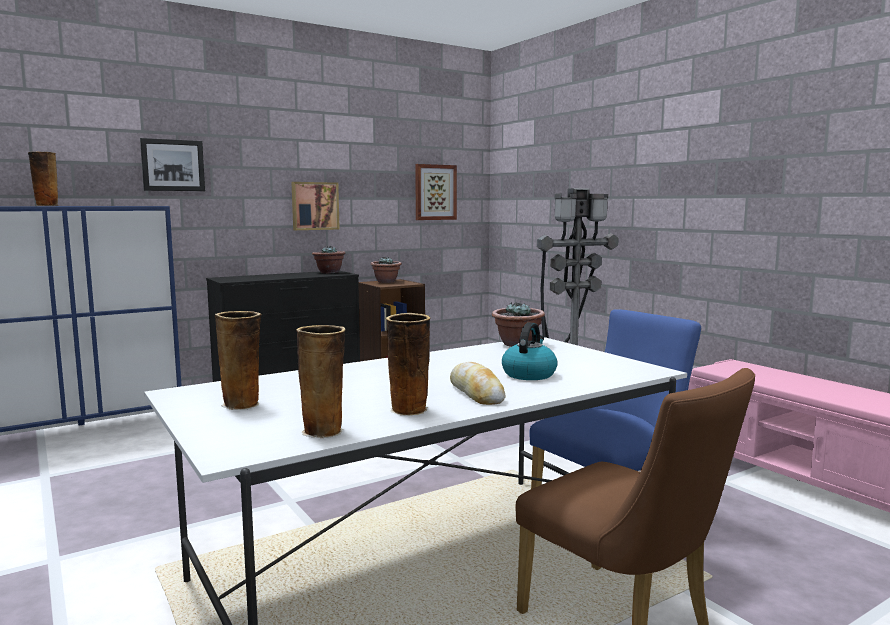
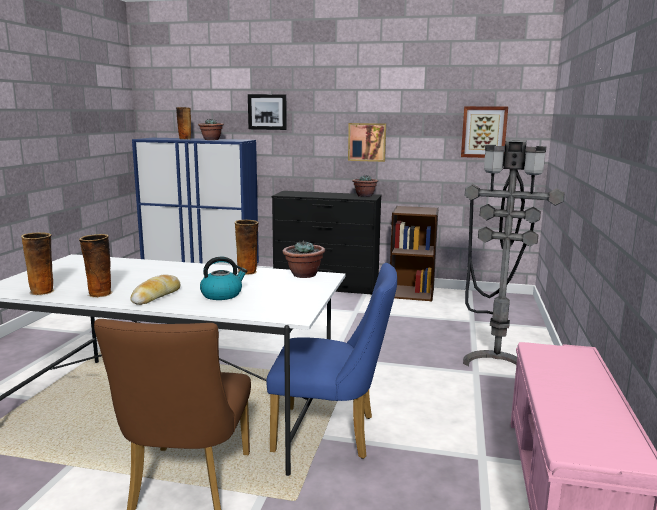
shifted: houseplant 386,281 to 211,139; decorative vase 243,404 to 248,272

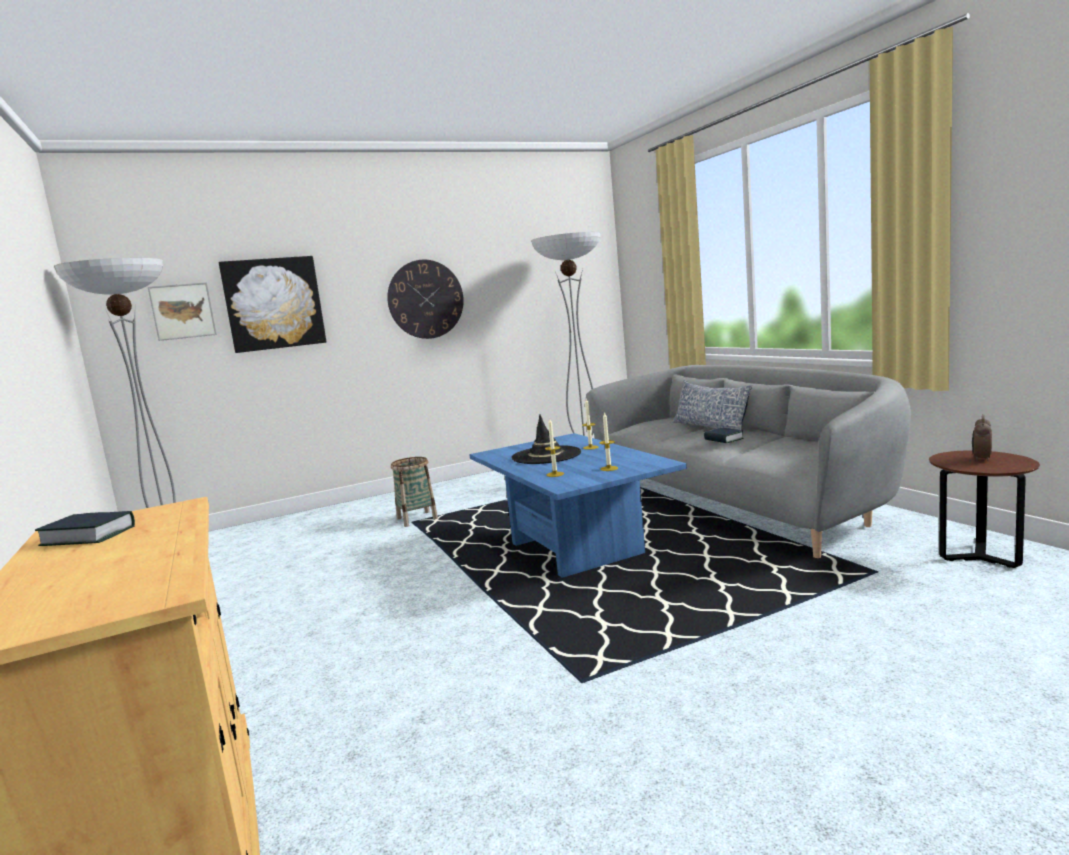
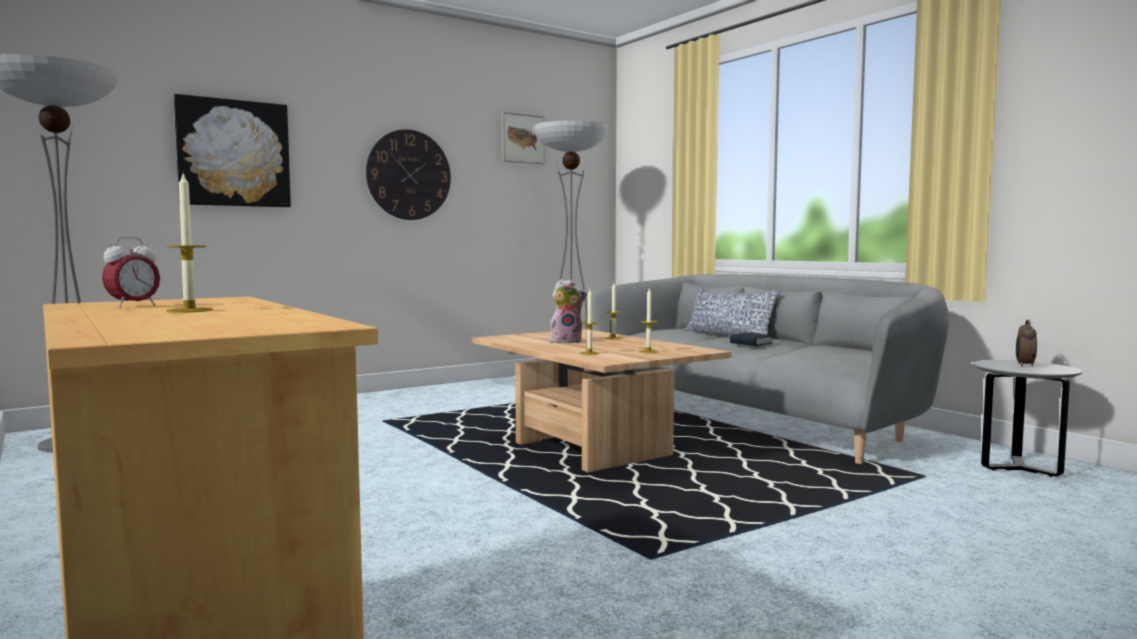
gone: household basket 417,519
new: candle 189,310
shifted: picture 183,311 to 523,138
swapped: clothing hat/black 546,455 to cuddly toy 566,341; bound book 88,536 to table clock 133,306
repainted: low table/blue-coloured 576,549 to low table/beige-coloured 592,450; end table/brownish 980,557 to end table/greyish 1020,468

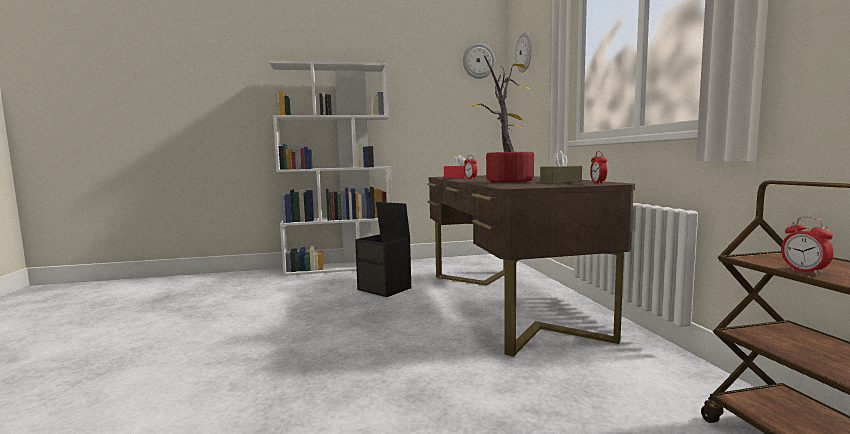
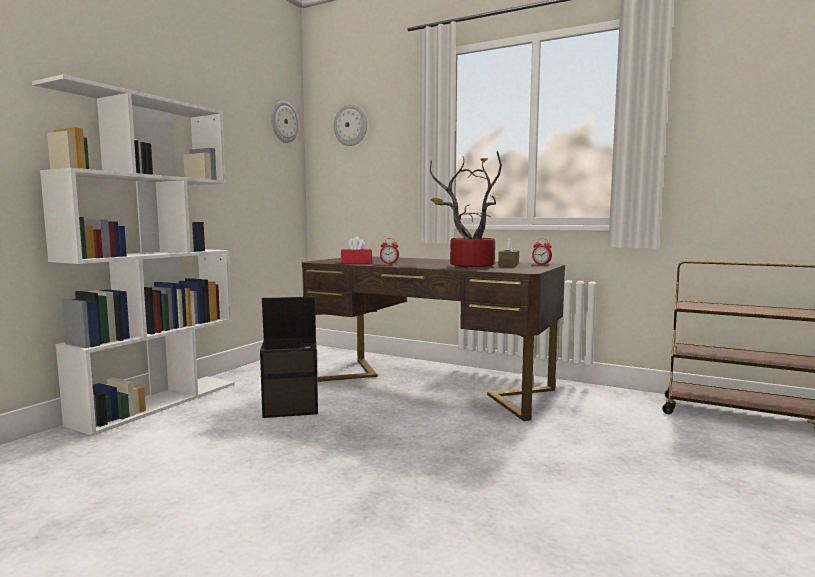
gone: table clock 804,271

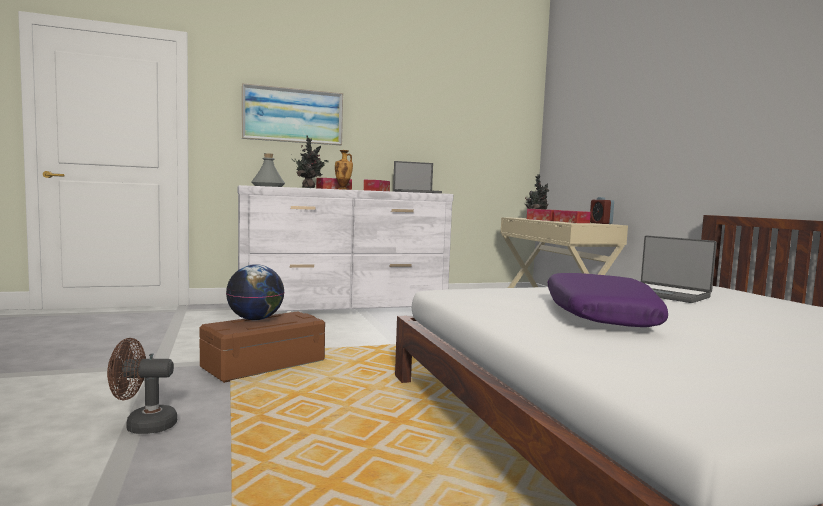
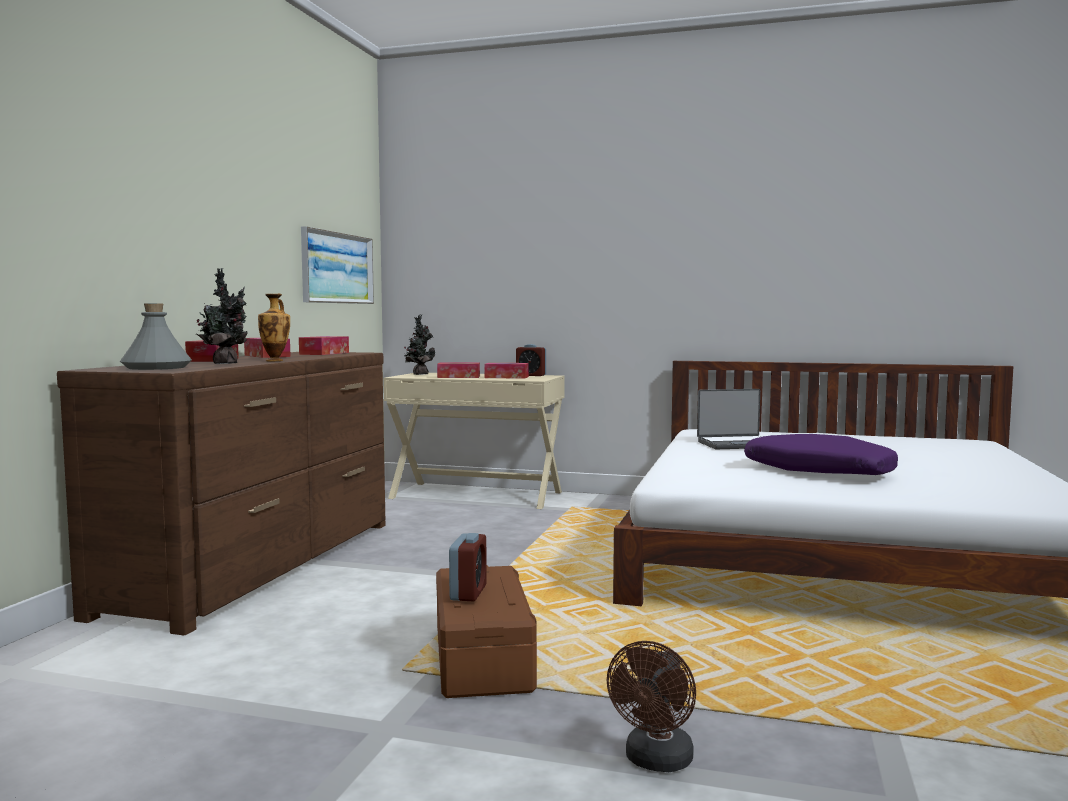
shifted: picture 293,115 to 337,268
swapped: notebook computer 417,192 to box of tissues 324,353; desk globe 255,319 to table clock 468,593
repainted: dresser/whitish 344,307 to dresser/brownish 261,564

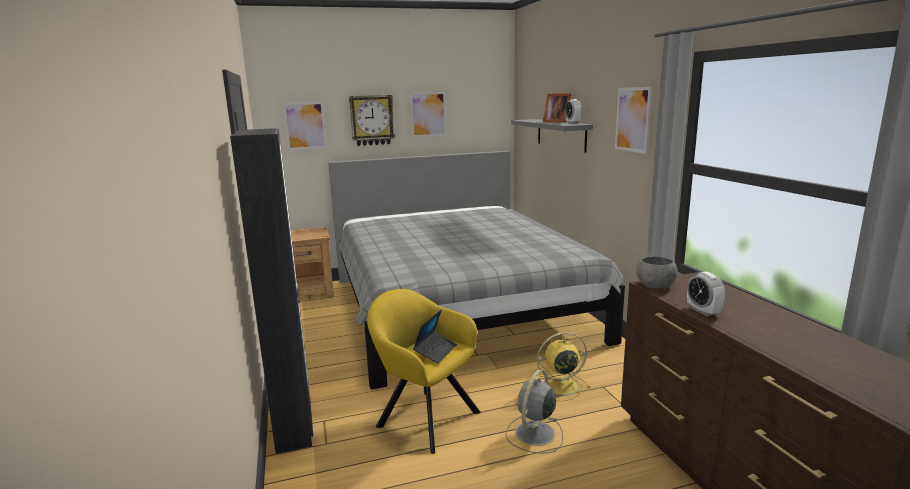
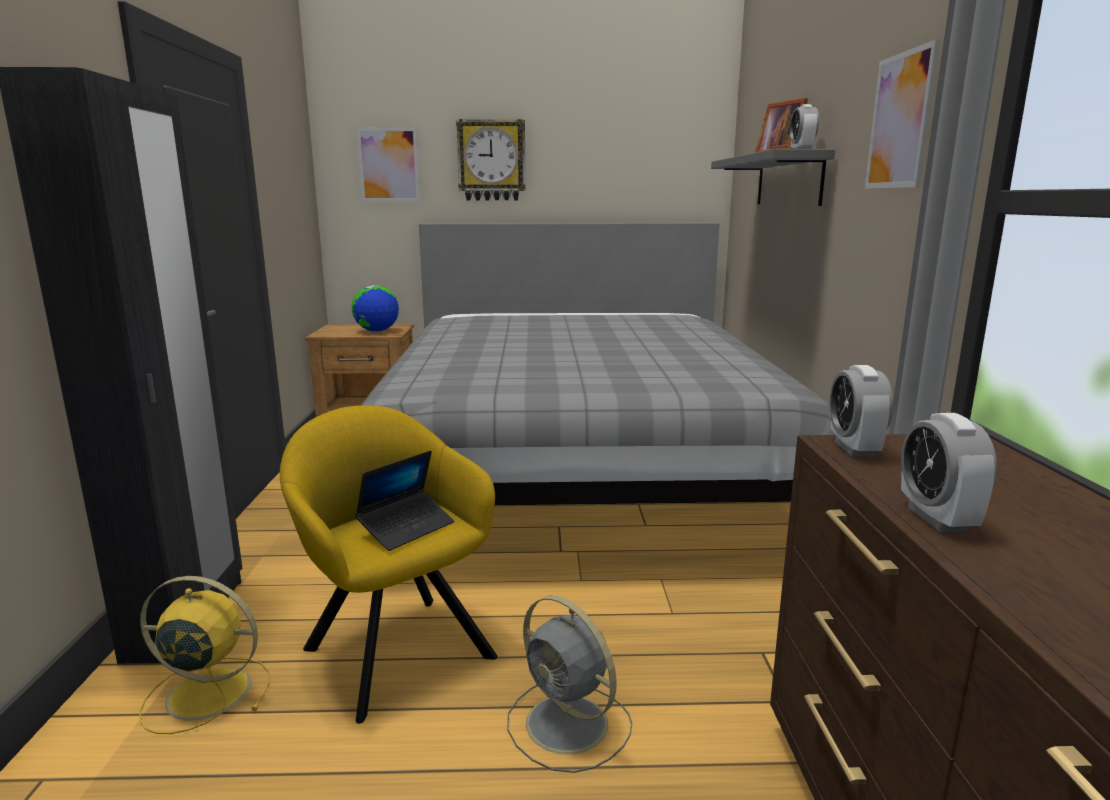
gone: picture 428,114
new: desk globe 377,331
shifted: electric fan/yellowish 559,386 to 205,693
swapped: serving bowl/greyish 655,285 to table clock 854,448
rotated: electric fan/greyish 534,434 = 569,726 90 degrees counterclockwise

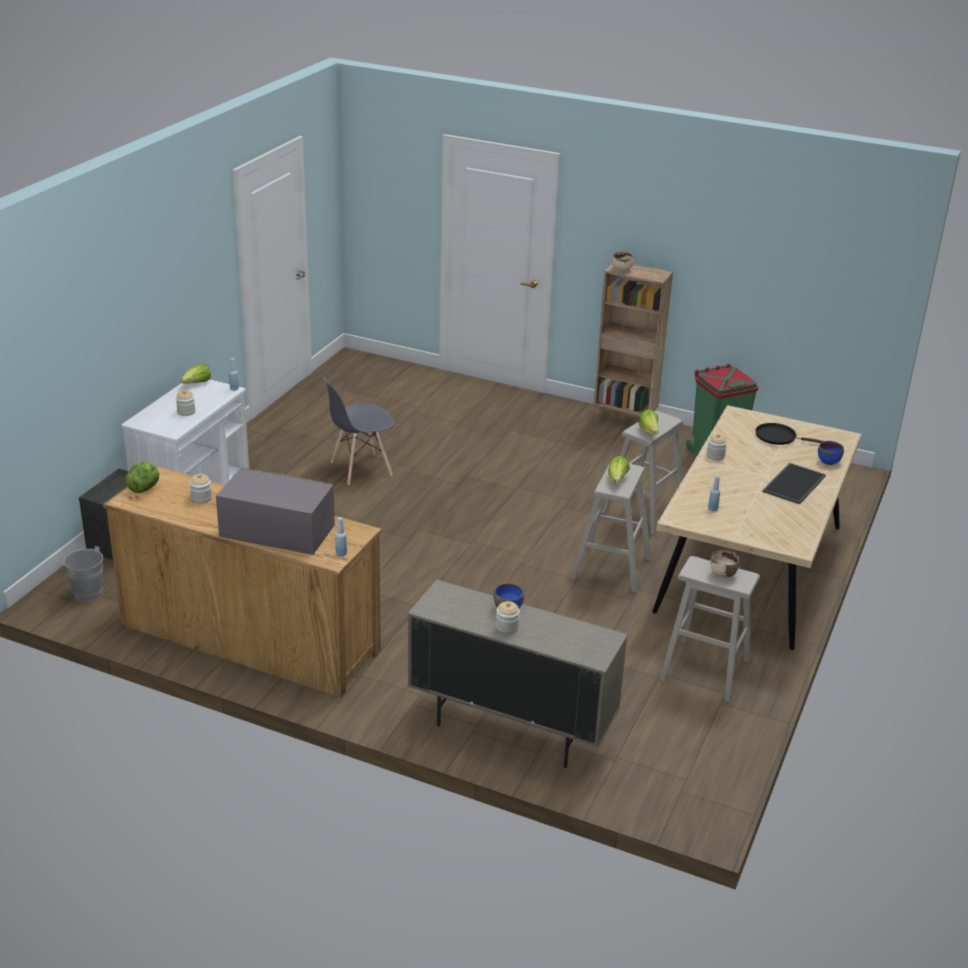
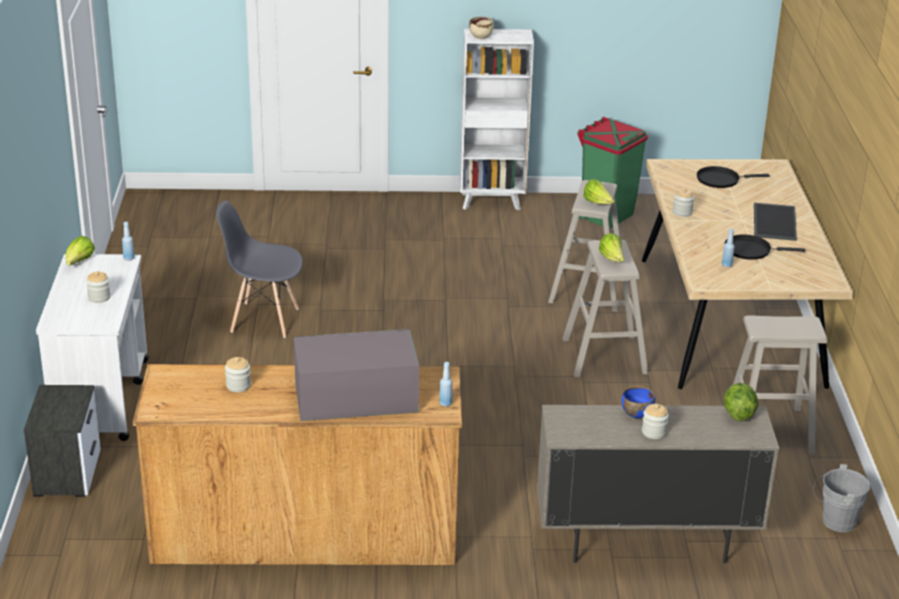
gone: serving bowl/blue-coloured 828,461; serving bowl/beige-coloured 723,573
new: skillet/black 751,250
shifted: lettuce head 144,488 to 738,414; water bucket/greyish 85,592 to 835,521
repainted: bookcase/brownish 624,420 to bookcase/whitish 492,201
rotated: plain chair/greyish 360,469 = 264,320 60 degrees clockwise

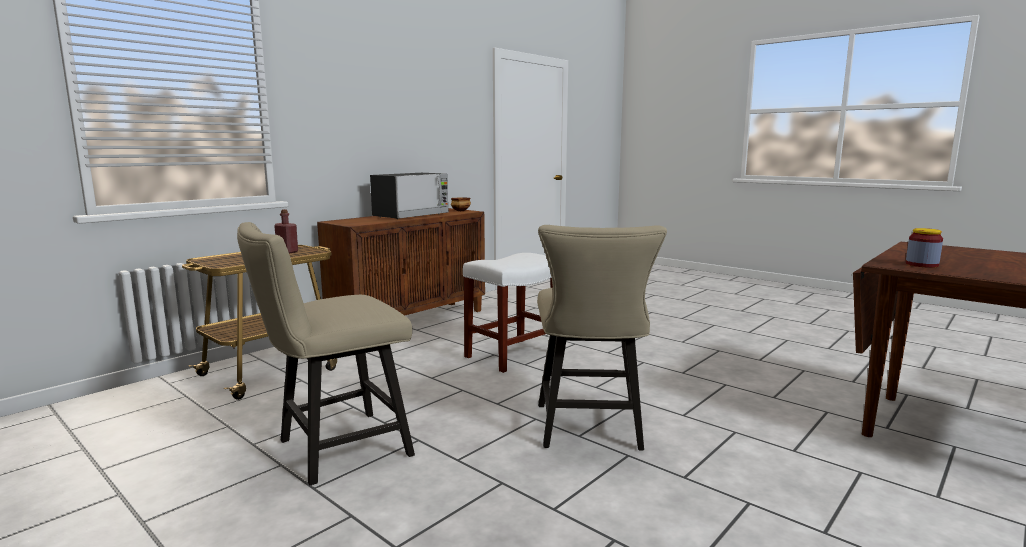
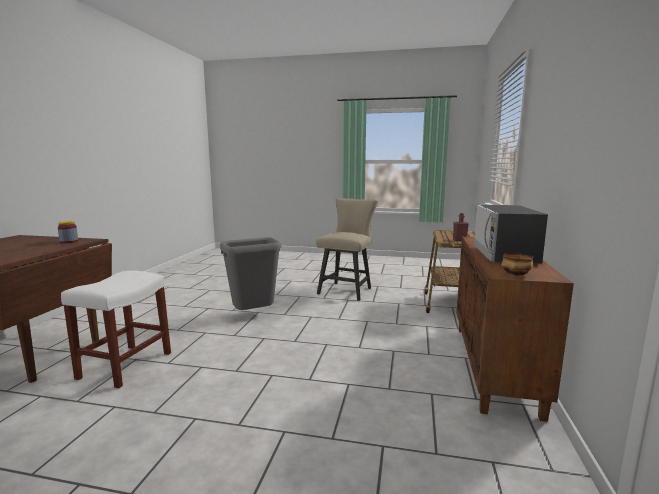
shifted: stool/whitish 513,354 to 125,366
swapped: plain chair/beige-coloured 590,430 to trash can/greyish 254,315

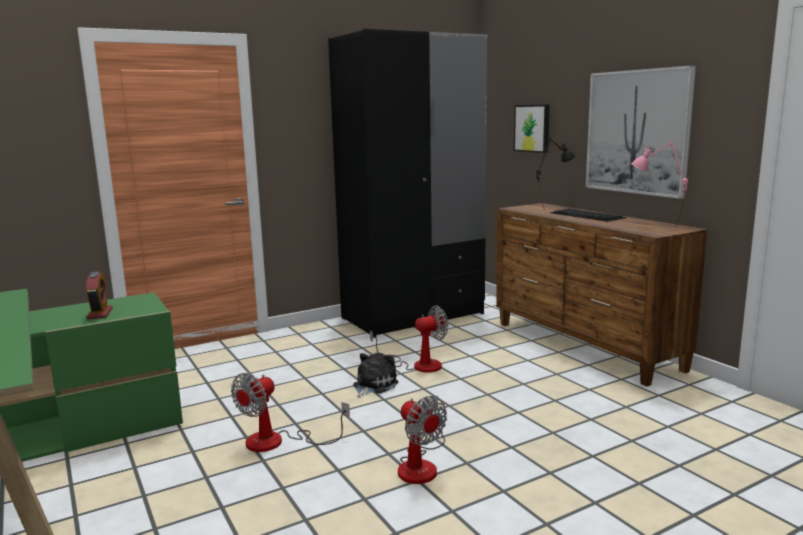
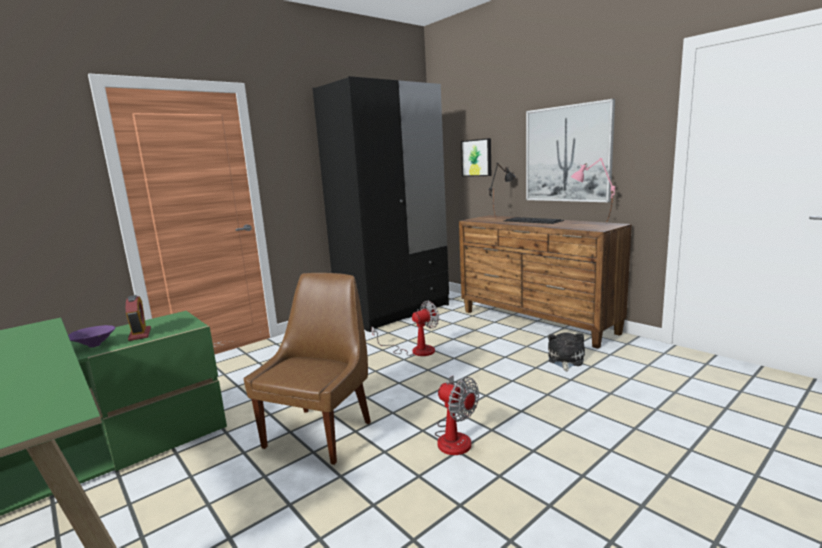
new: serving bowl/purplish 93,346
shifted: cuddly toy 373,385 to 565,360
swapped: electric fan 278,442 to plain chair/brownish 321,432

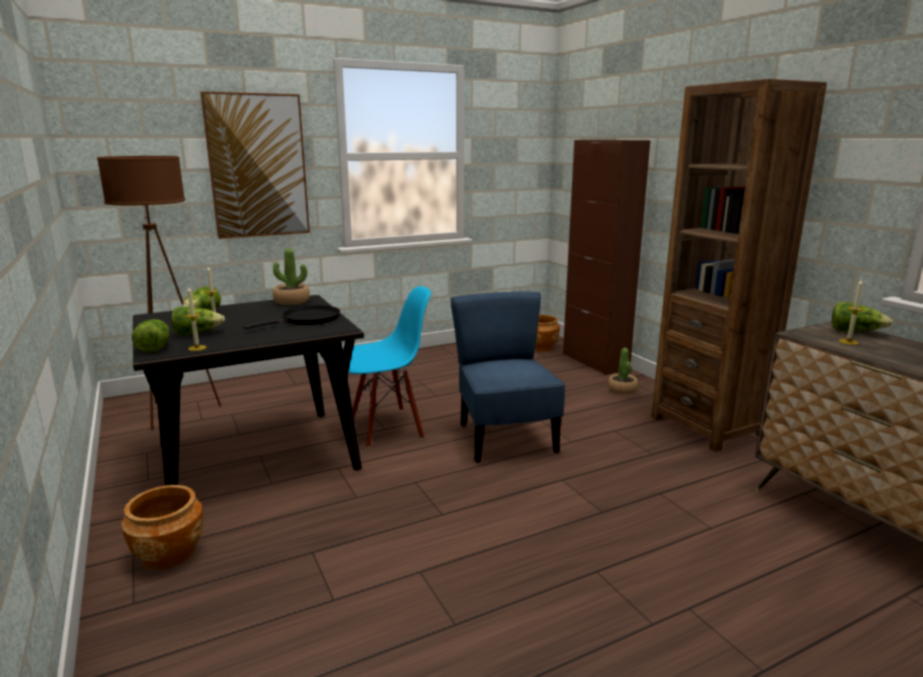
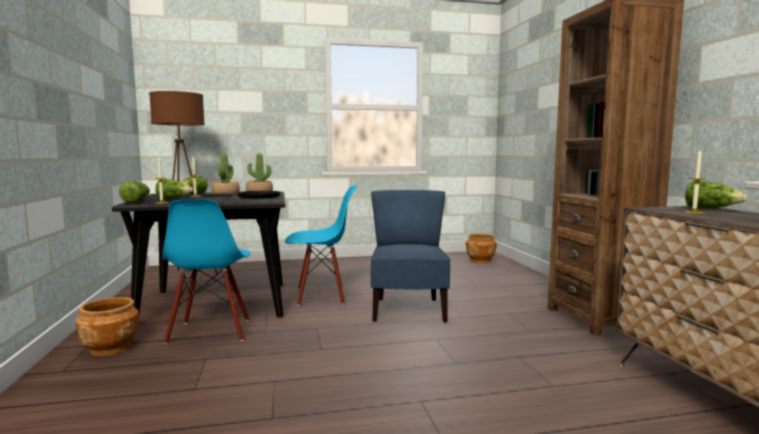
gone: picture 258,166; storage cabinet/brownish 595,361
new: plain chair/blue-coloured 210,331
shifted: houseplant 622,389 to 225,194

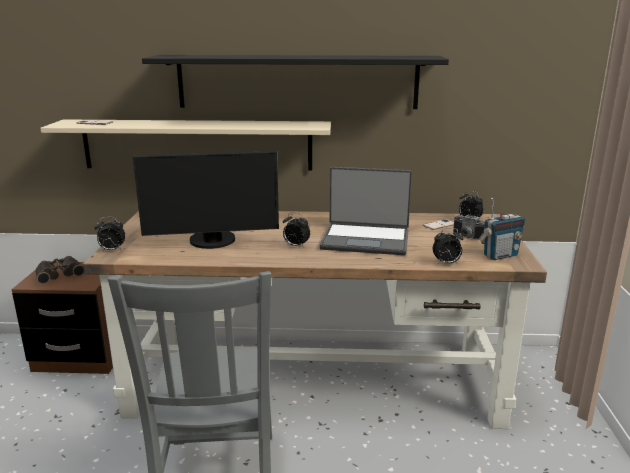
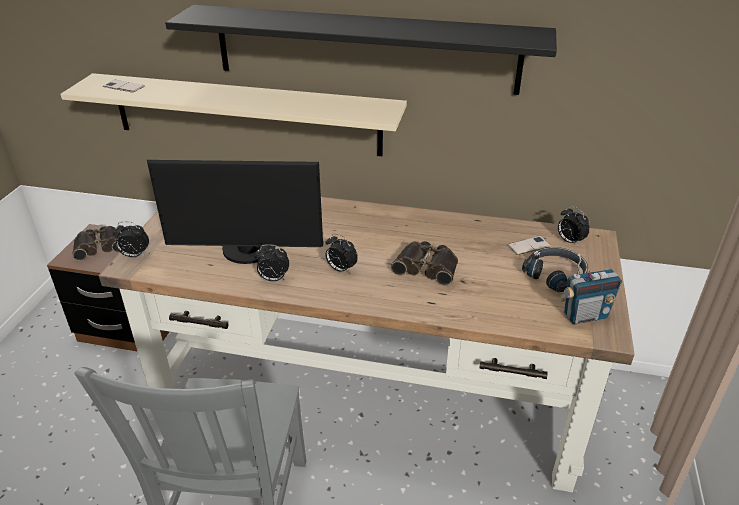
shifted: table clock 446,263 to 273,279
swapped: notebook computer 365,240 to binoculars 427,267; still camera 467,237 to pair of headphones/black 556,275

